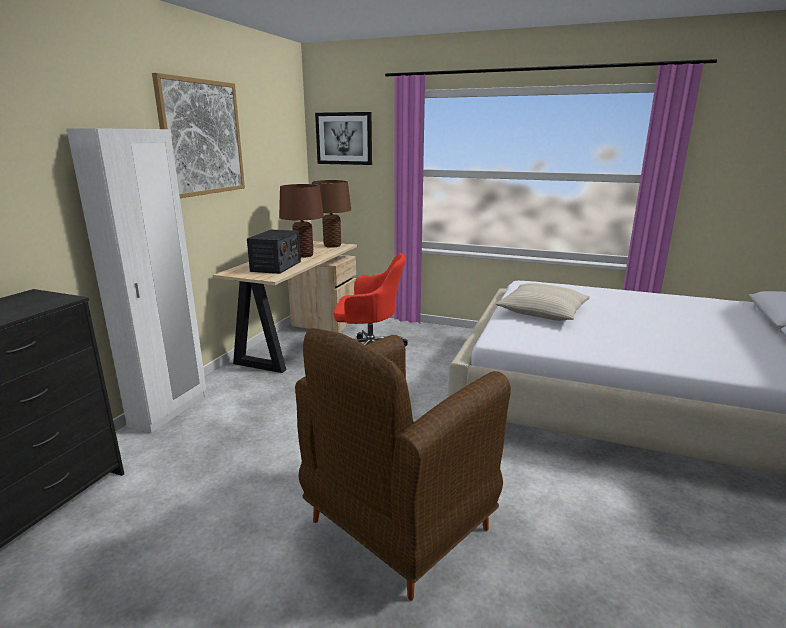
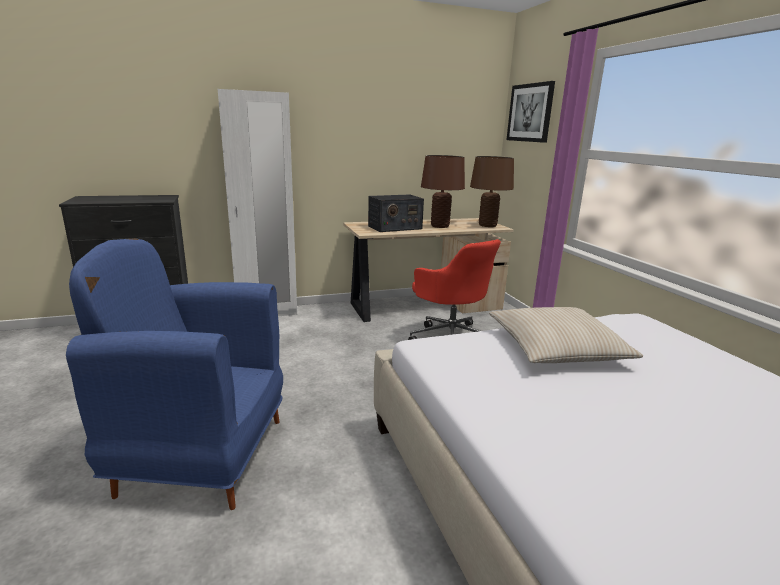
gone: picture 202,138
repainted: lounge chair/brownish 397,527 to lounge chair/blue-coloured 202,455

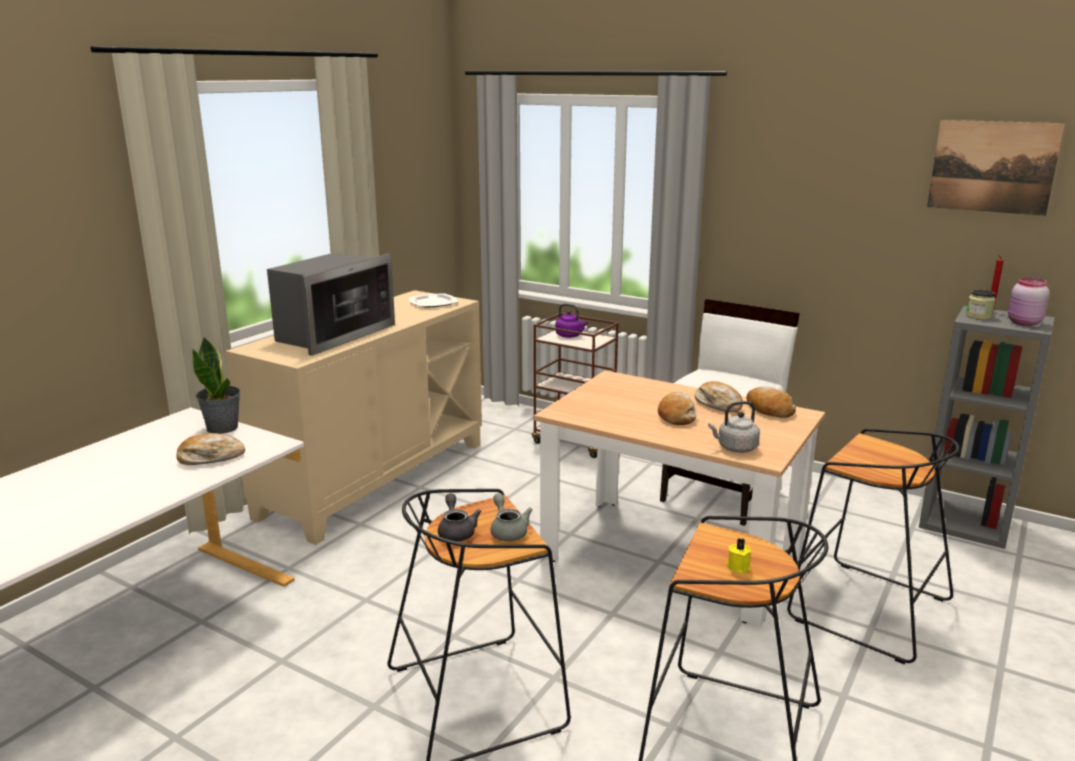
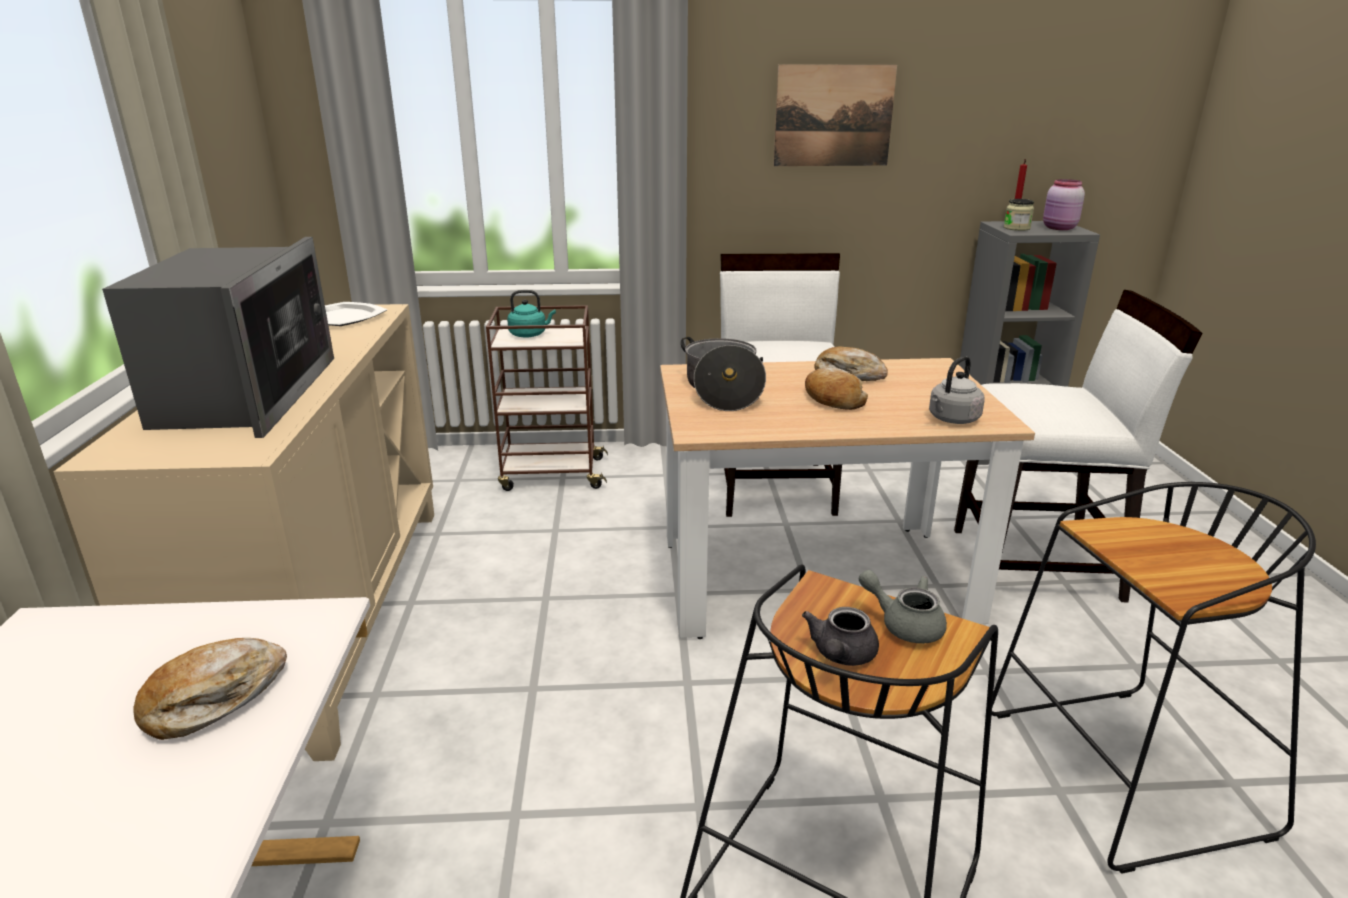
gone: houseplant 223,428; baked bread 769,410; candle/yellowish 739,566
new: cooking pot 722,390
shifted: picture 992,167 to 833,116
swapped: stool/black 865,609 to plain chair/whitish 1037,564
repainted: water kettle/purplish 570,336 to water kettle/blue-green 530,334
rotated: pot for tea/greyish 456,531 = 840,655 105 degrees counterclockwise

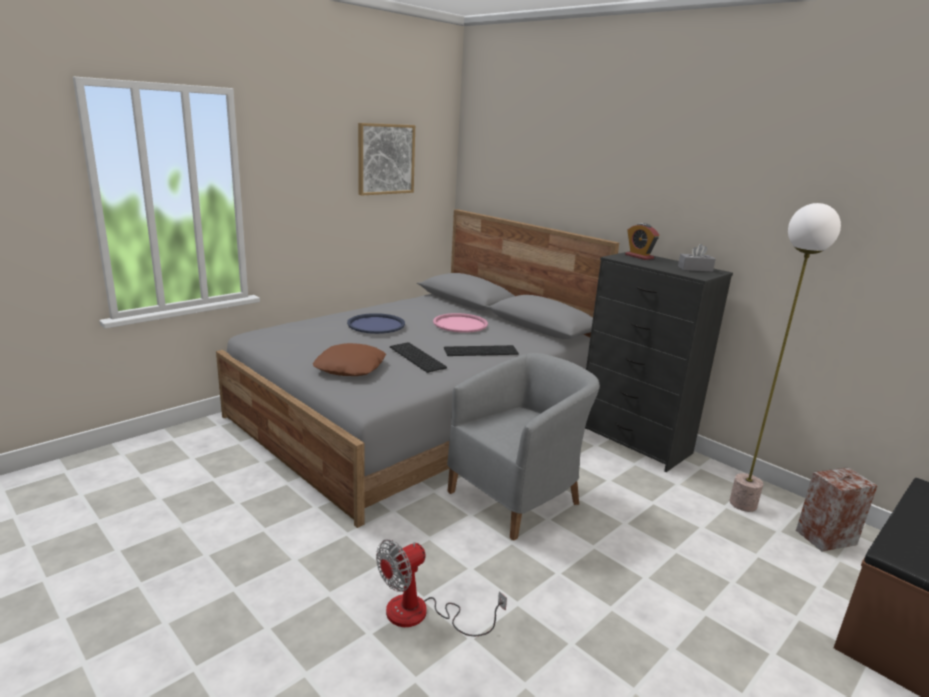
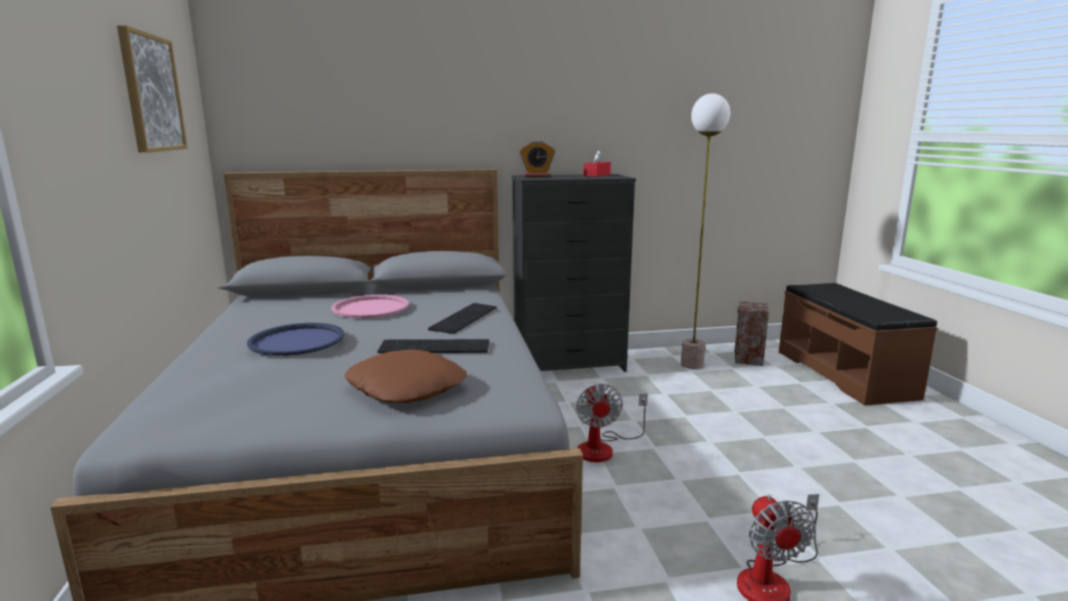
swapped: lounge chair/greyish 518,496 to electric fan 603,447
repainted: box of tissues/greyish 695,269 to box of tissues/red 597,175

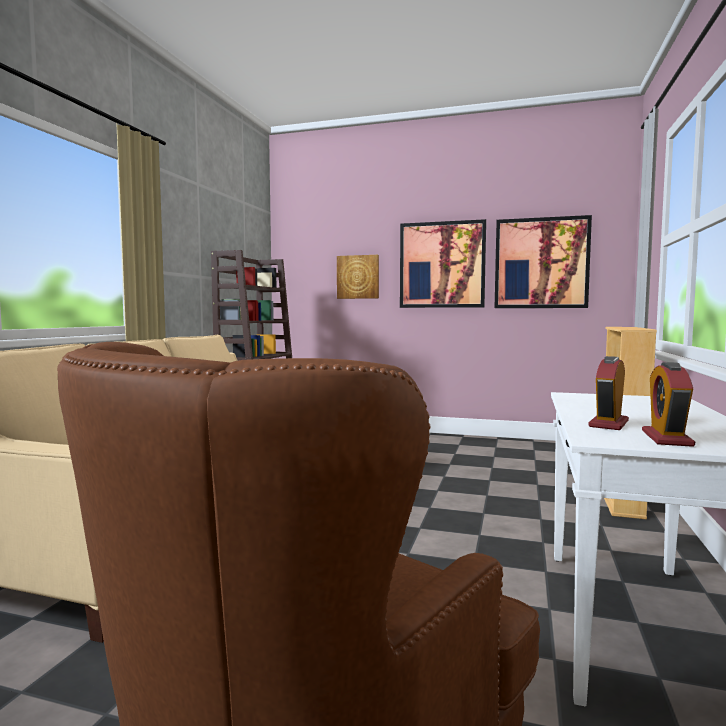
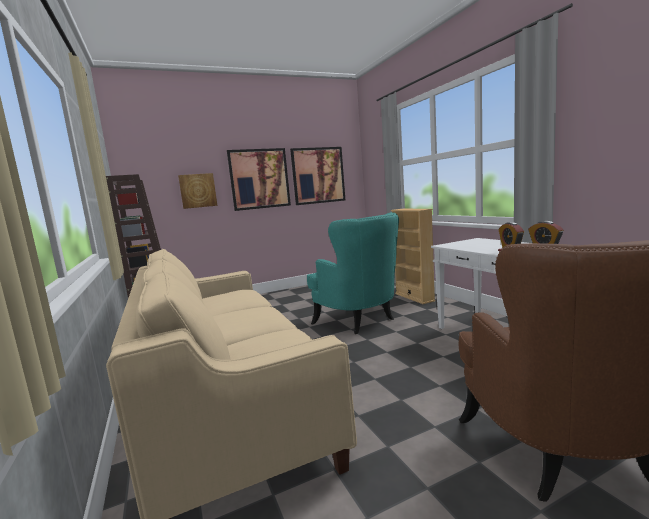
new: lounge chair/blue-green 360,321

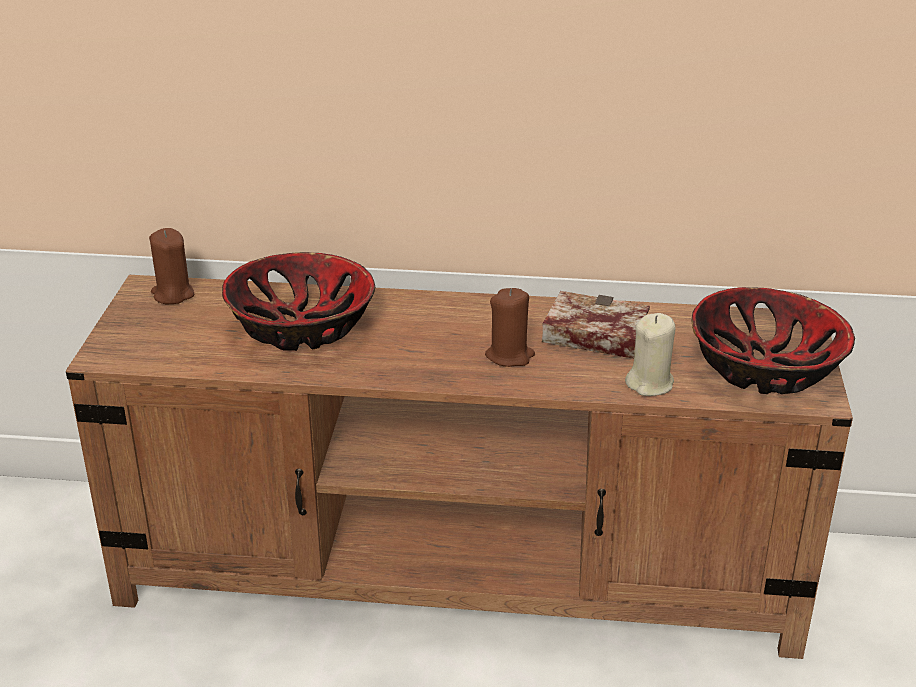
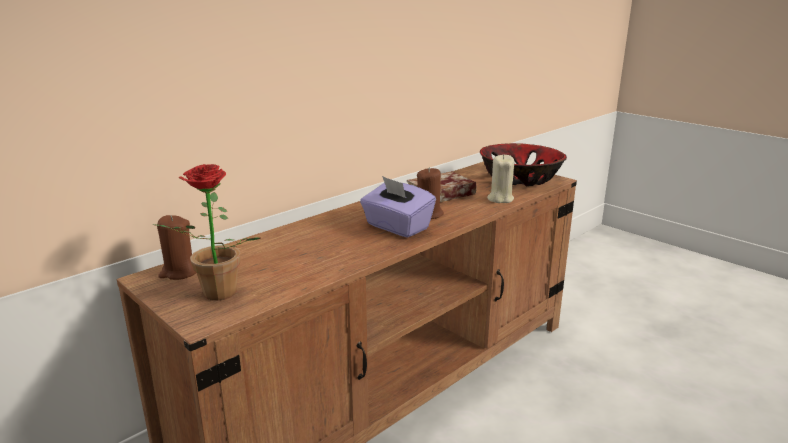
gone: serving bowl 302,327
new: houseplant 214,295; box of tissues/purplish 397,227

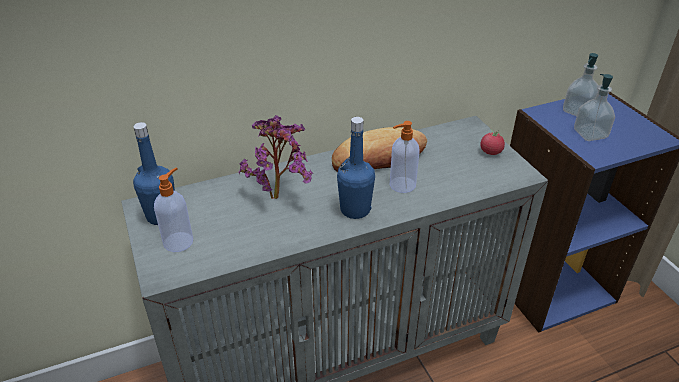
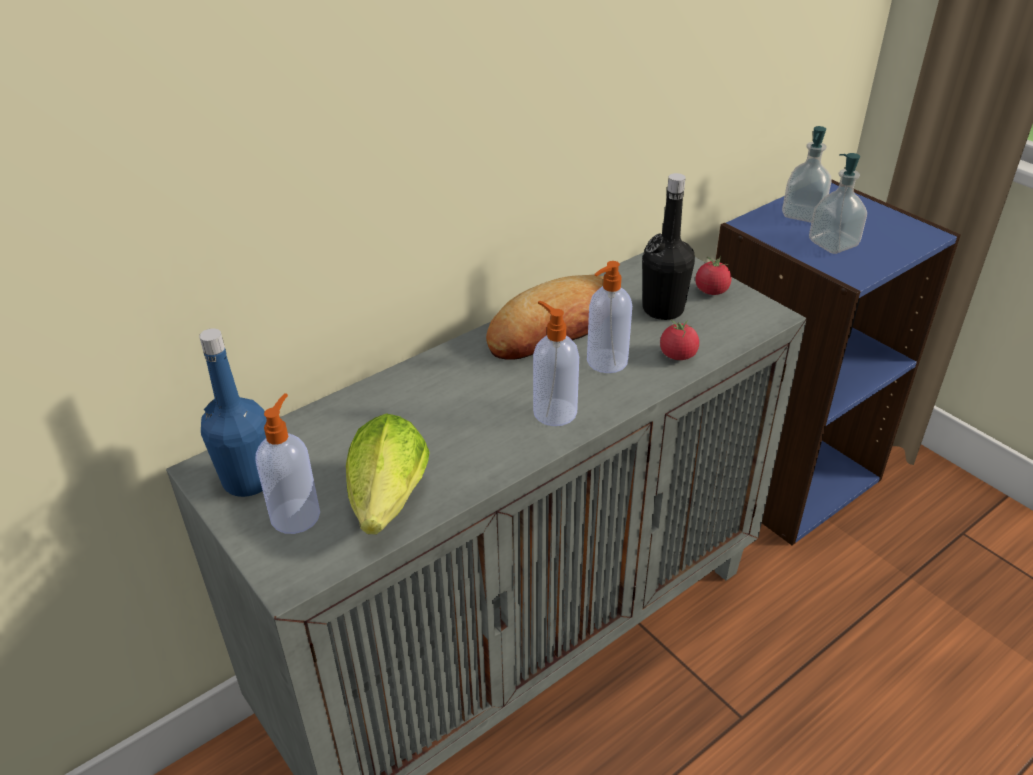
gone: houseplant 280,195
new: drink bottle/black 663,309; whole tomato 678,355; lettuce head 387,506
swapped: drink bottle/blue-coloured 355,210 to soap dispenser 553,411

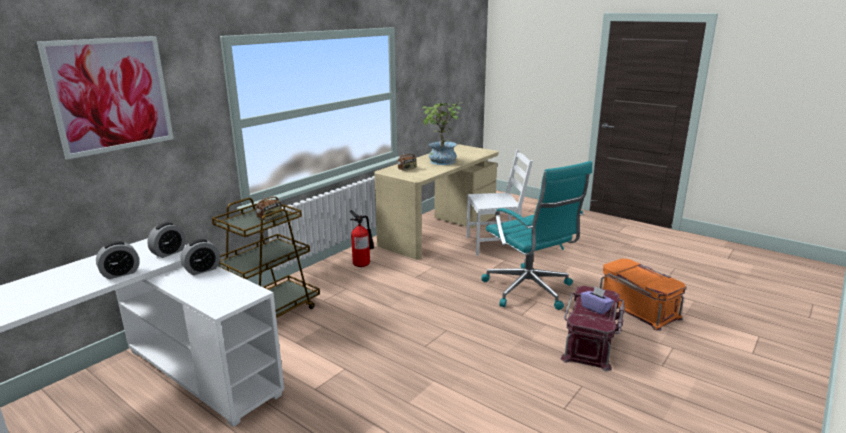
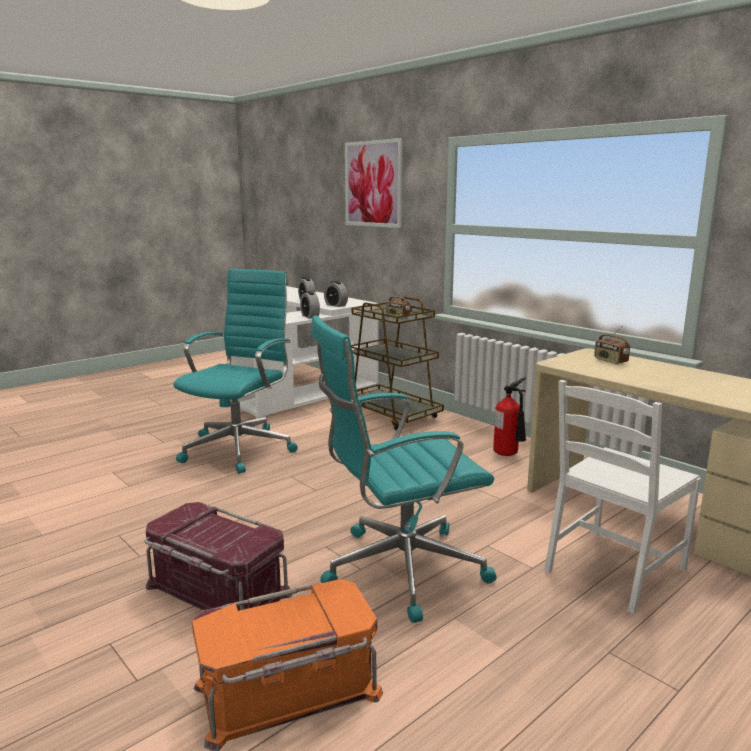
gone: houseplant 441,162; box of tissues/purplish 595,308
new: computer chair/blue-green 241,448
rotated: plain chair/whitish 495,244 = 613,570 45 degrees clockwise

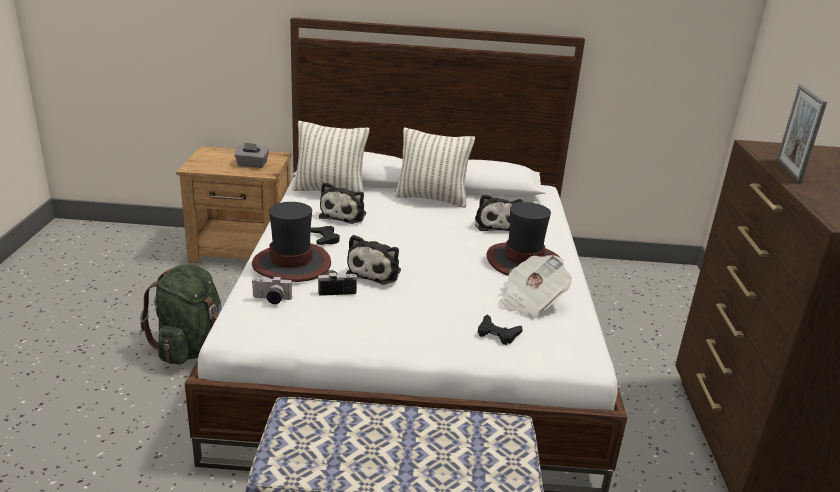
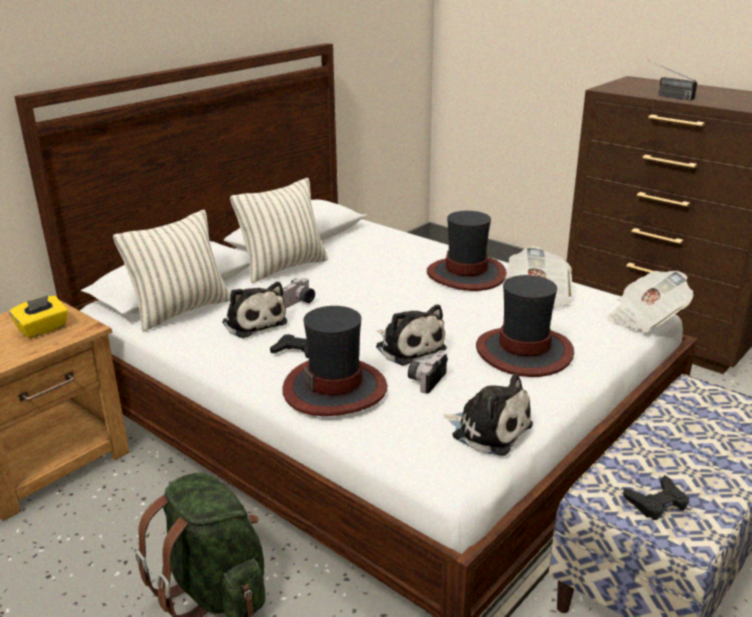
new: daily paper 645,319; clothing hat 524,352
shifted: cuddly toy 496,224 to 487,429; still camera 271,300 to 299,303; game controller/black 497,333 to 657,503
swapped: photo frame 788,170 to radio 666,96
repainted: box of tissues/greyish 252,164 to box of tissues/yellowish 43,329

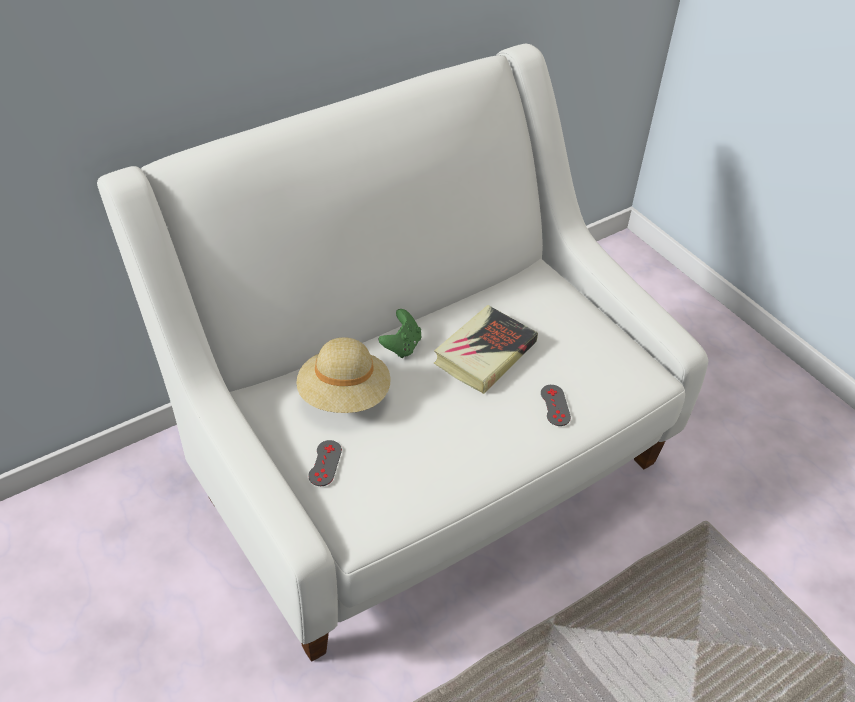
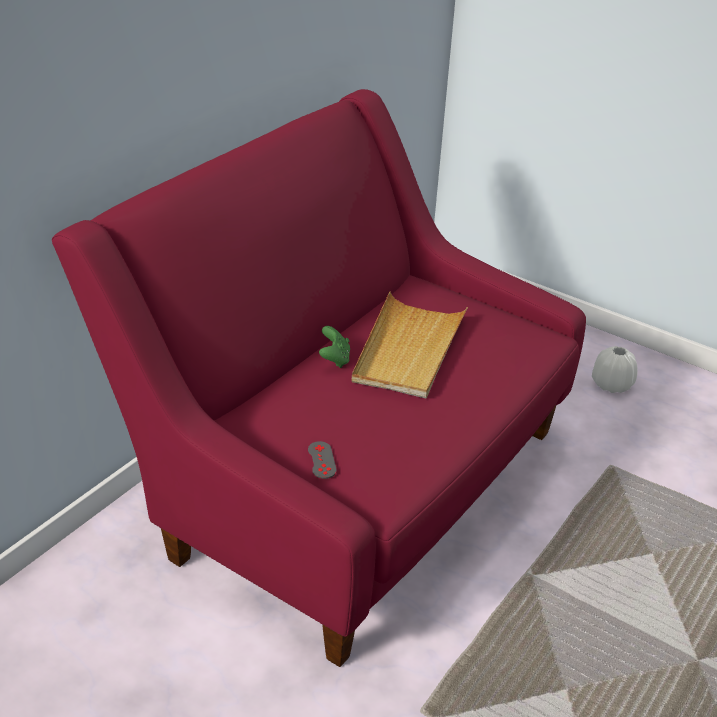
gone: clothing hat/beige-coloured 344,396; game controller/greyish 555,405
new: decorative vase/whitish 611,385
swapped: bound book 484,353 to serving tray/beige-coloured 408,349
repainted: couch/whitish 420,459 to couch/red 350,480

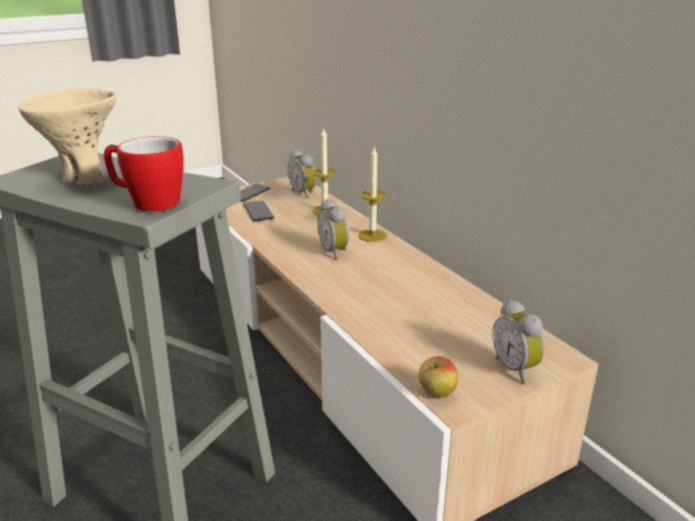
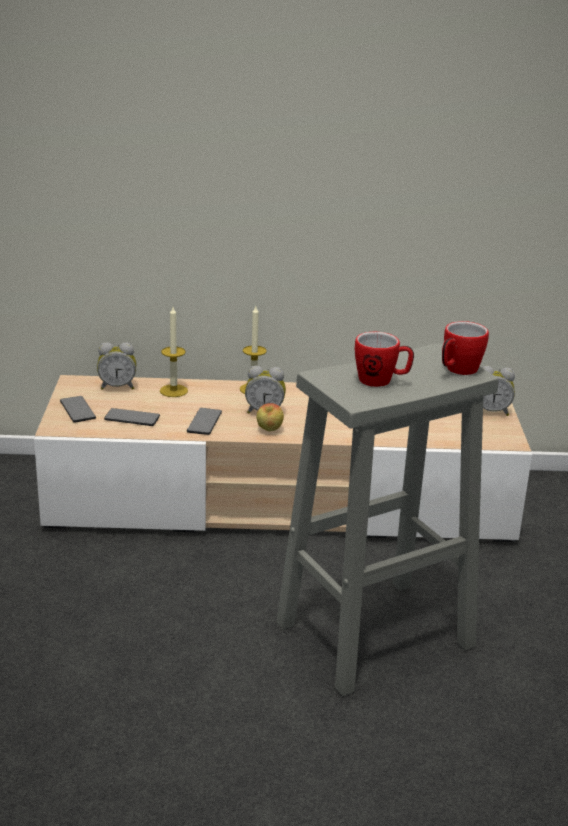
new: phone 204,422
shifted: whole apple 436,394 to 269,430
swapped: serving bowl/beige-coloured 84,179 to mug 381,381

